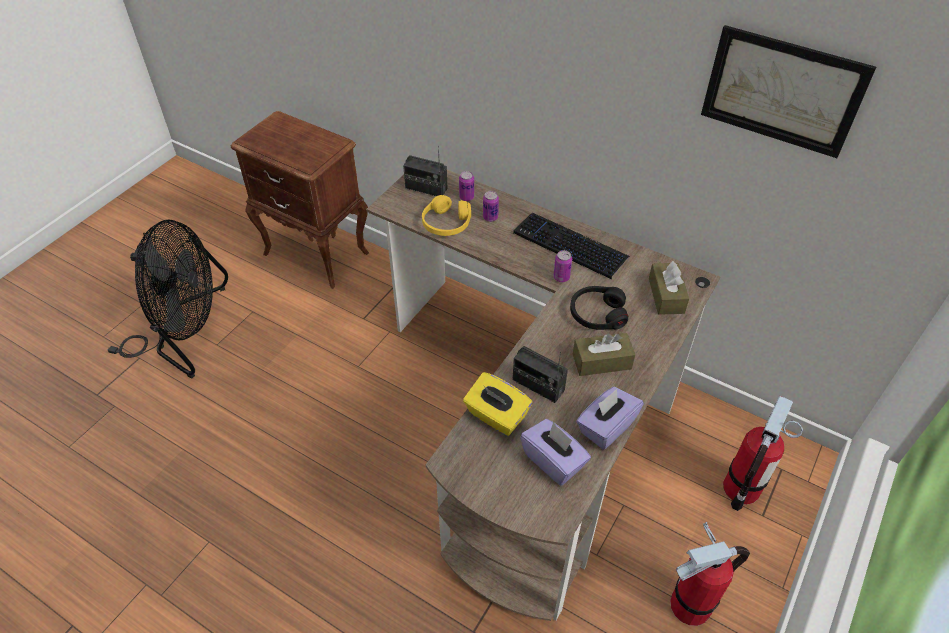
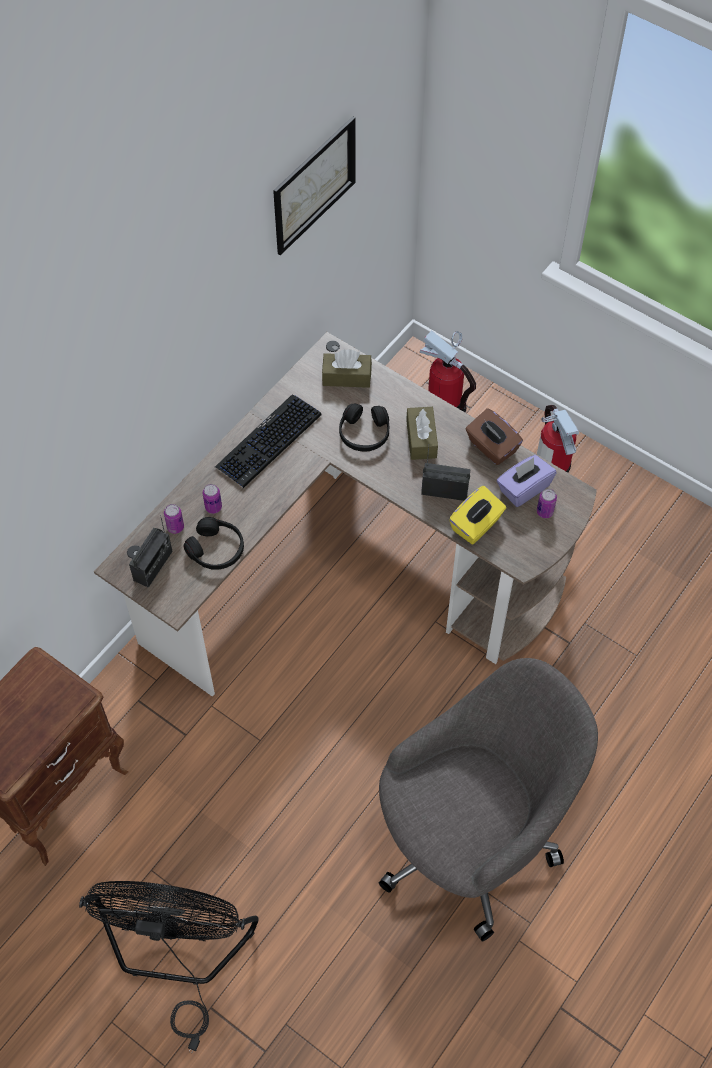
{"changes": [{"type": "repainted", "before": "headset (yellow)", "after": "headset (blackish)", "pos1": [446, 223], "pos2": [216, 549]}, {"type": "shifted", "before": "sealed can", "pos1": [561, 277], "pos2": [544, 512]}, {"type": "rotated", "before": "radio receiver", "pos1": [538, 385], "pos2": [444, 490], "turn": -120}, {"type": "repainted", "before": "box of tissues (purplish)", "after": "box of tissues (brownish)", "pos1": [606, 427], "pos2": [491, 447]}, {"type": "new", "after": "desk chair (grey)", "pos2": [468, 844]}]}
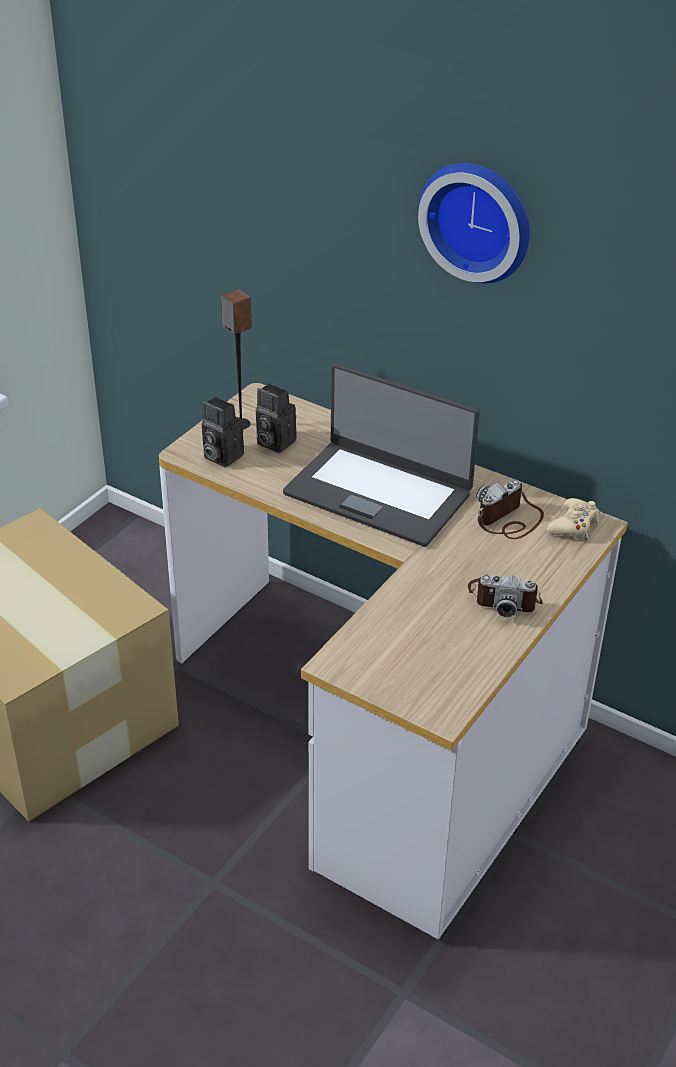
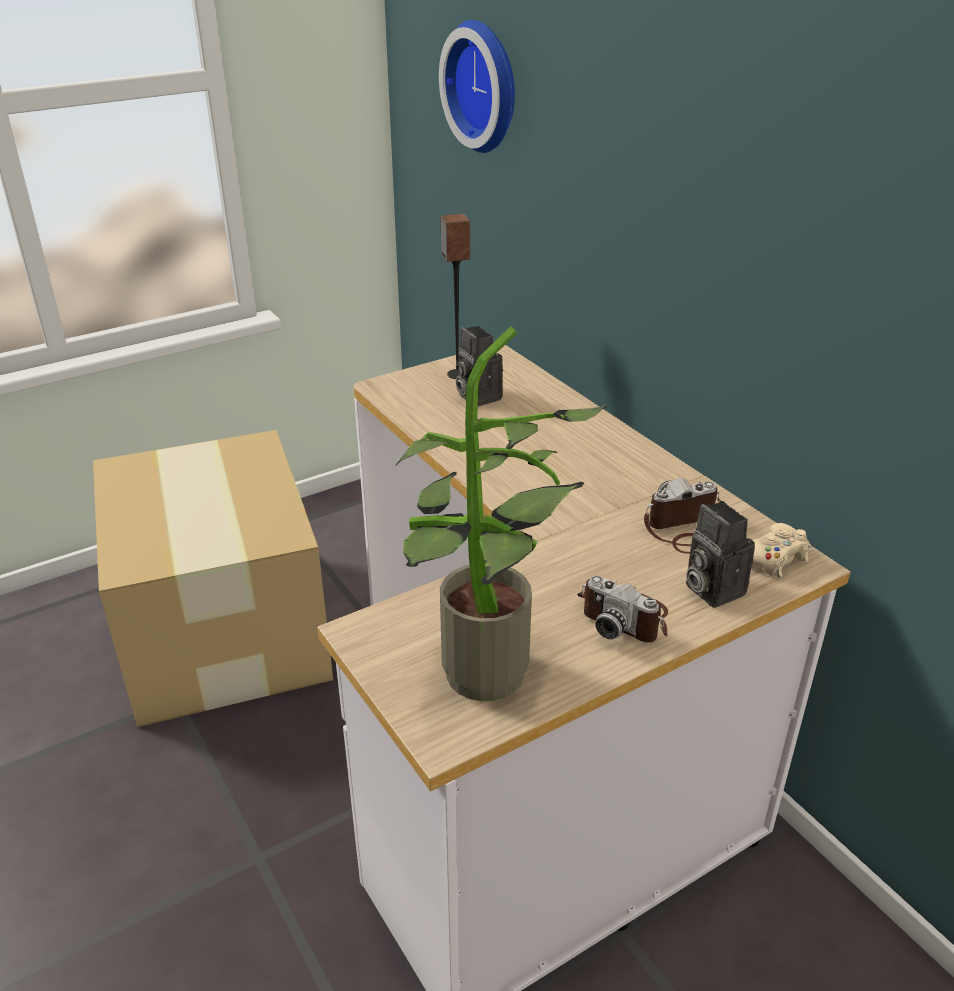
{"changes": [{"type": "shifted", "before": "wall clock", "pos1": [478, 219], "pos2": [486, 86]}, {"type": "gone", "before": "portable computer", "pos1": [379, 492]}, {"type": "shifted", "before": "still camera", "pos1": [220, 456], "pos2": [710, 588]}, {"type": "new", "after": "plant in a pot", "pos2": [484, 682]}]}
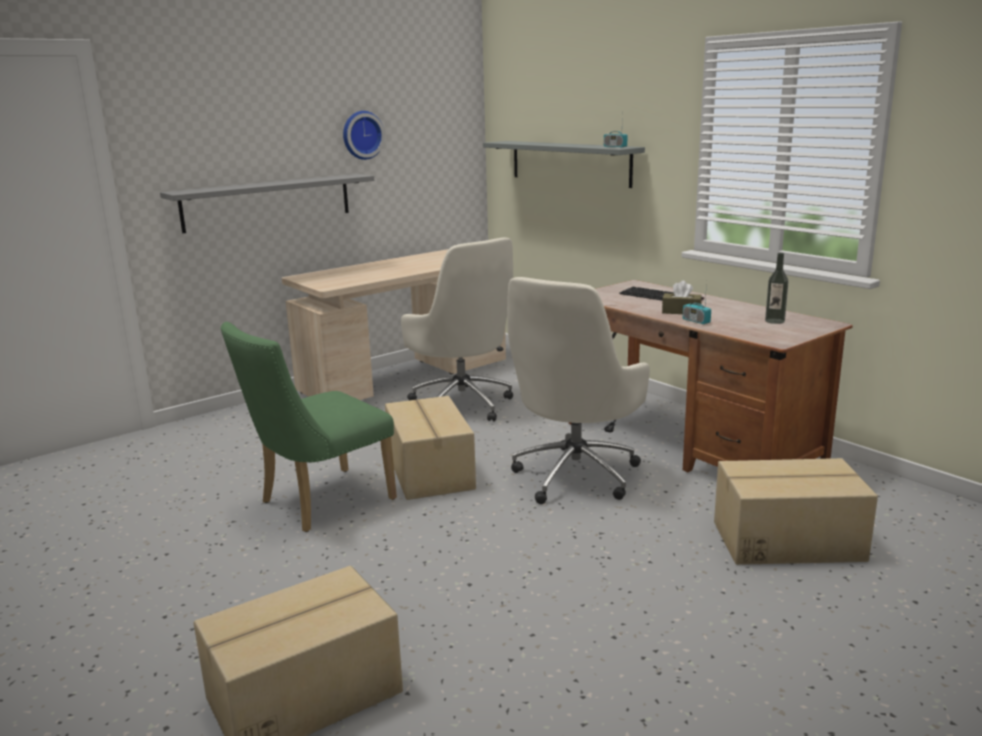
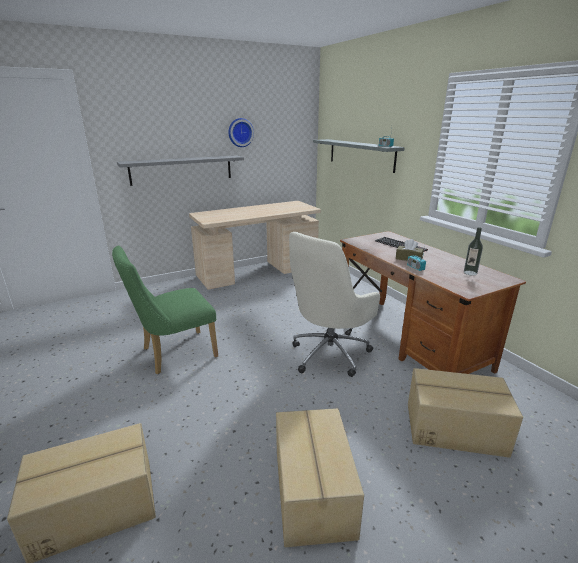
{"changes": [{"type": "gone", "before": "desk chair (beige-coloured)", "pos1": [462, 405]}, {"type": "shifted", "before": "carton", "pos1": [429, 472], "pos2": [312, 492]}]}
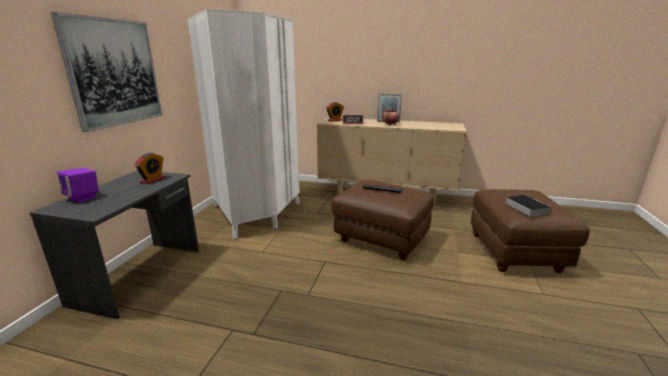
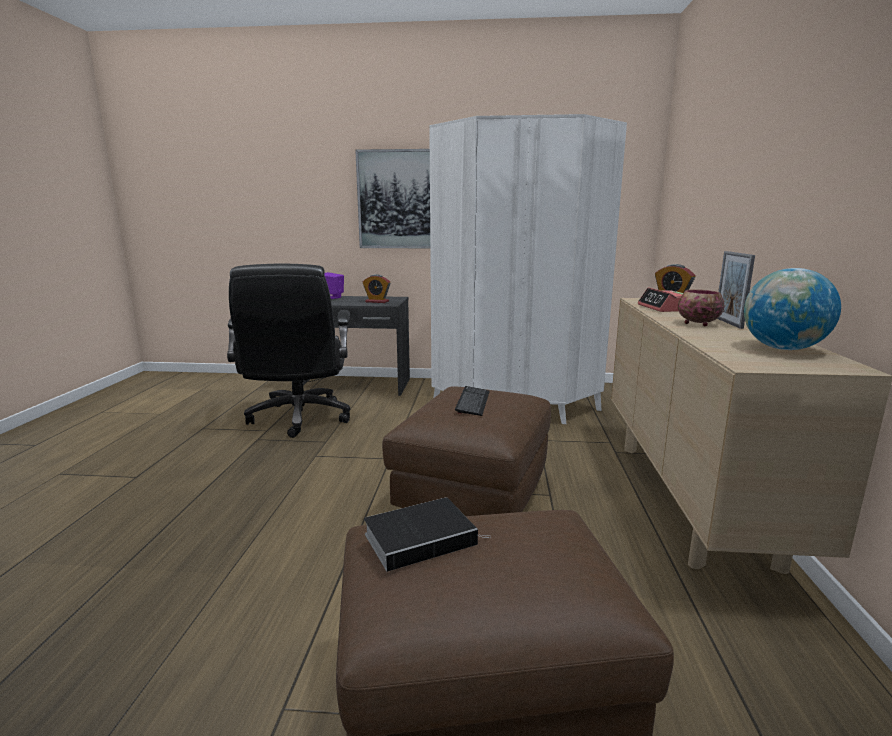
{"changes": [{"type": "new", "after": "desk chair (blackish)", "pos2": [297, 420]}, {"type": "new", "after": "world globe", "pos2": [783, 349]}]}
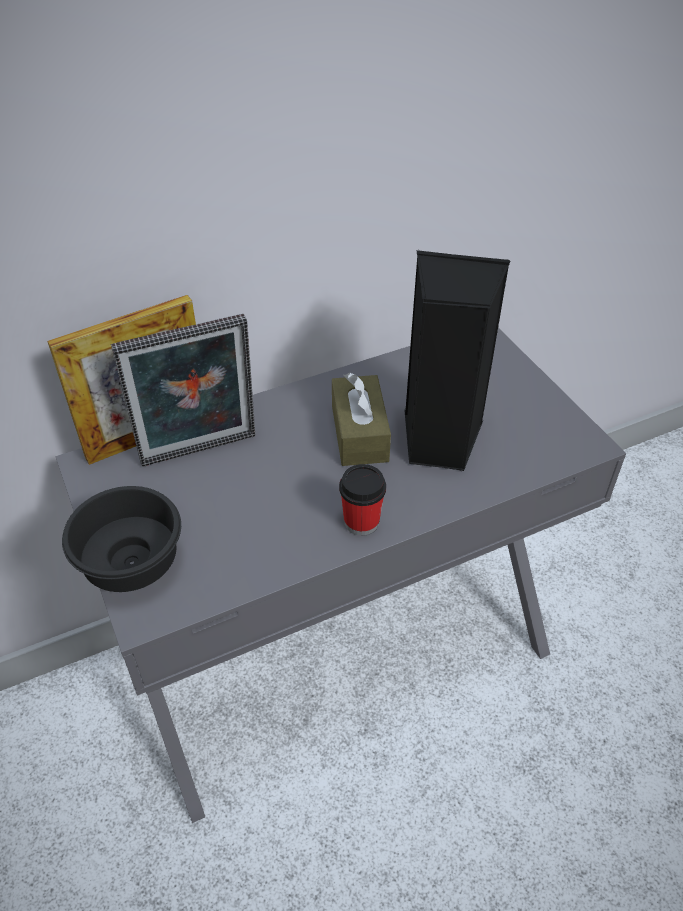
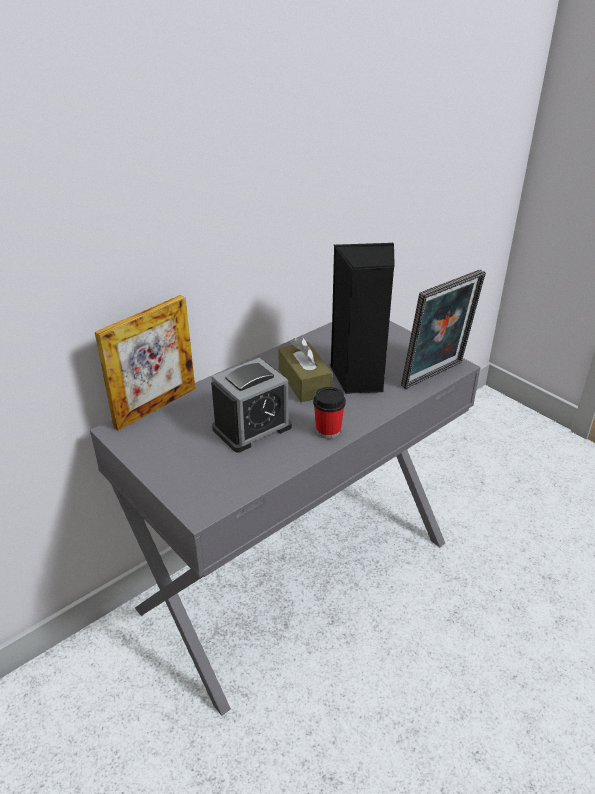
{"changes": [{"type": "shifted", "before": "picture frame", "pos1": [200, 453], "pos2": [435, 376]}, {"type": "gone", "before": "serving bowl (blackish)", "pos1": [131, 566]}, {"type": "new", "after": "alarm clock", "pos2": [252, 428]}]}
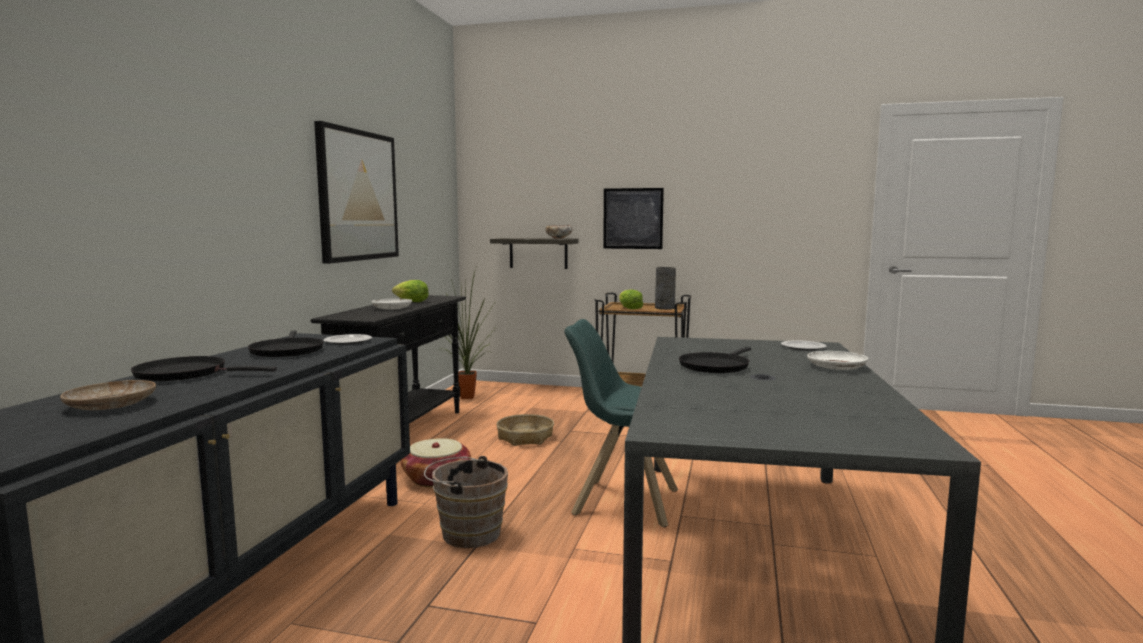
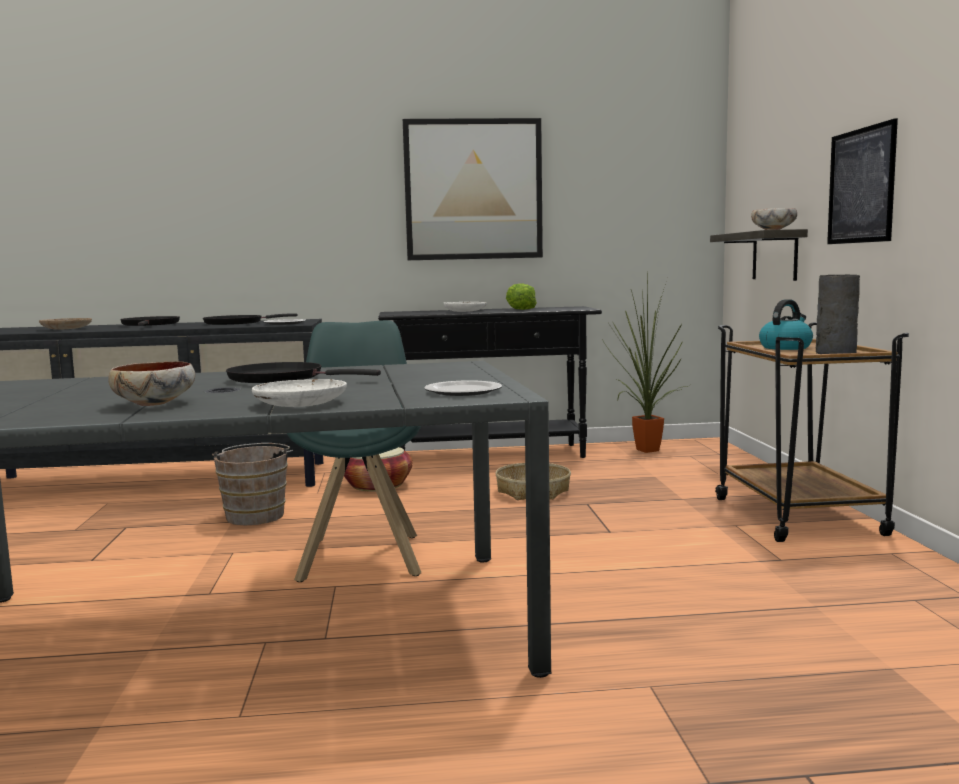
{"changes": [{"type": "swapped", "before": "lettuce head", "after": "kettle", "pos1": [629, 308], "pos2": [785, 347]}, {"type": "new", "after": "serving bowl", "pos2": [155, 403]}]}
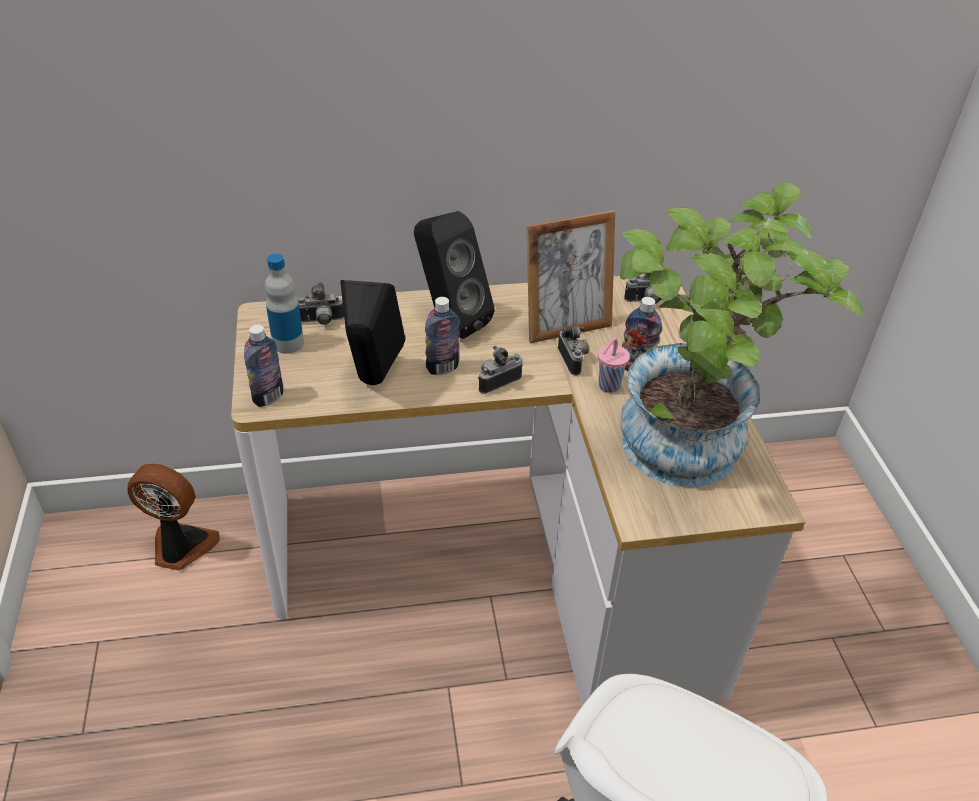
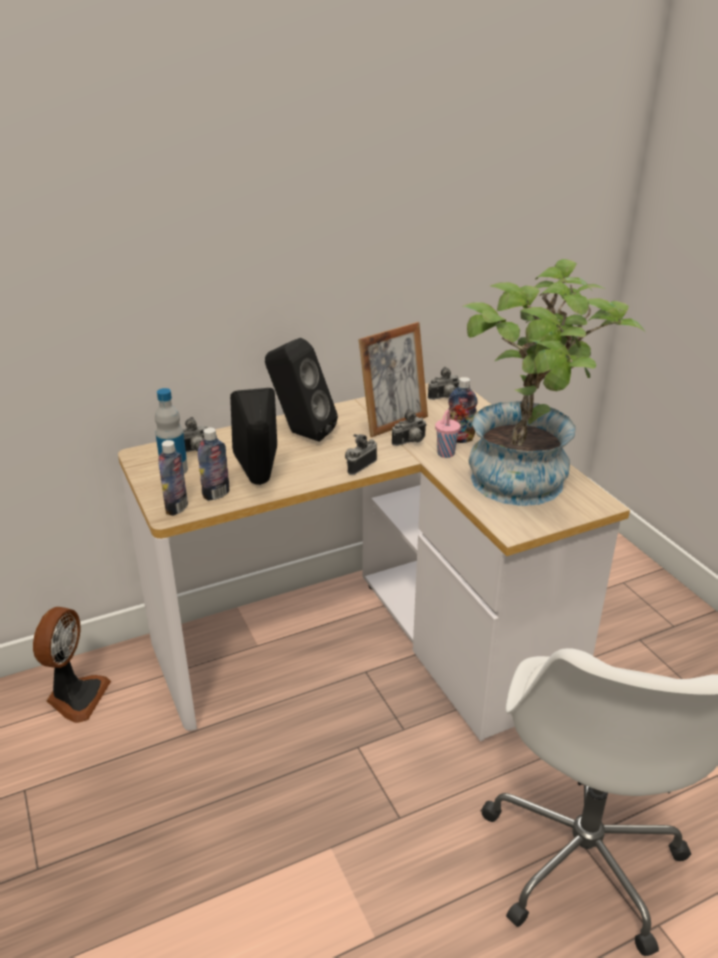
{"changes": [{"type": "shifted", "before": "drink bottle", "pos1": [442, 368], "pos2": [216, 494]}, {"type": "rotated", "before": "still camera", "pos1": [574, 360], "pos2": [410, 442], "turn": 90}, {"type": "rotated", "before": "cooling fan", "pos1": [180, 547], "pos2": [76, 696], "turn": 105}]}
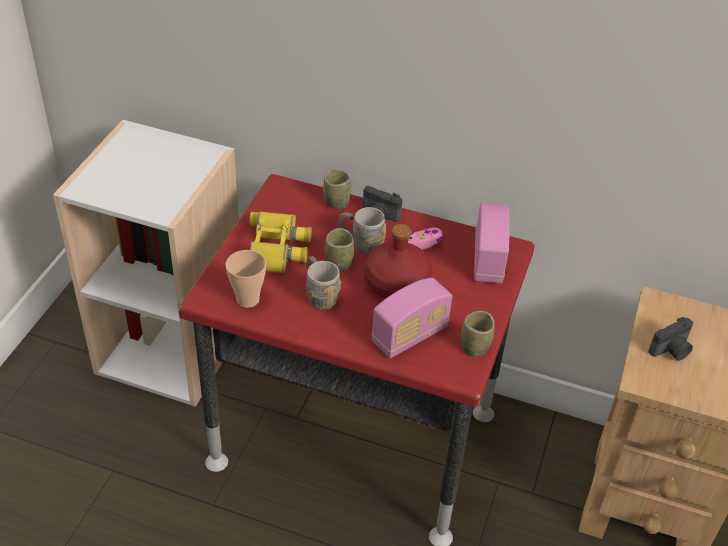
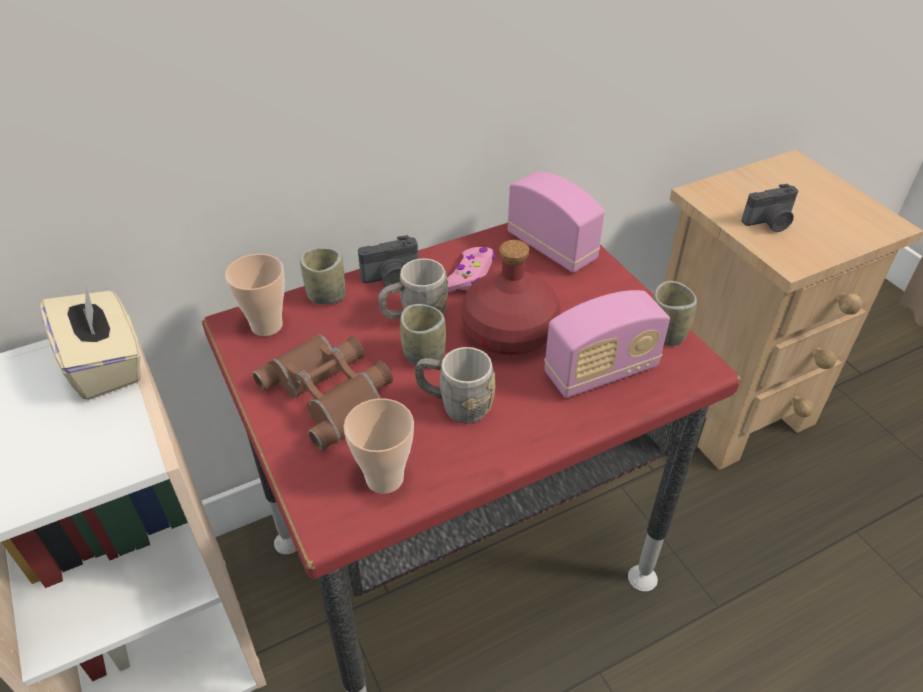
{"changes": [{"type": "repainted", "before": "binoculars (yellow)", "after": "binoculars (brownish)", "pos1": [277, 248], "pos2": [332, 392]}, {"type": "rotated", "before": "radio receiver", "pos1": [410, 336], "pos2": [601, 371], "turn": 60}, {"type": "rotated", "before": "still camera", "pos1": [671, 350], "pos2": [769, 223], "turn": 60}, {"type": "new", "after": "small cup", "pos2": [266, 325]}, {"type": "new", "after": "box of tissues (beige-coloured)", "pos2": [105, 364]}]}
